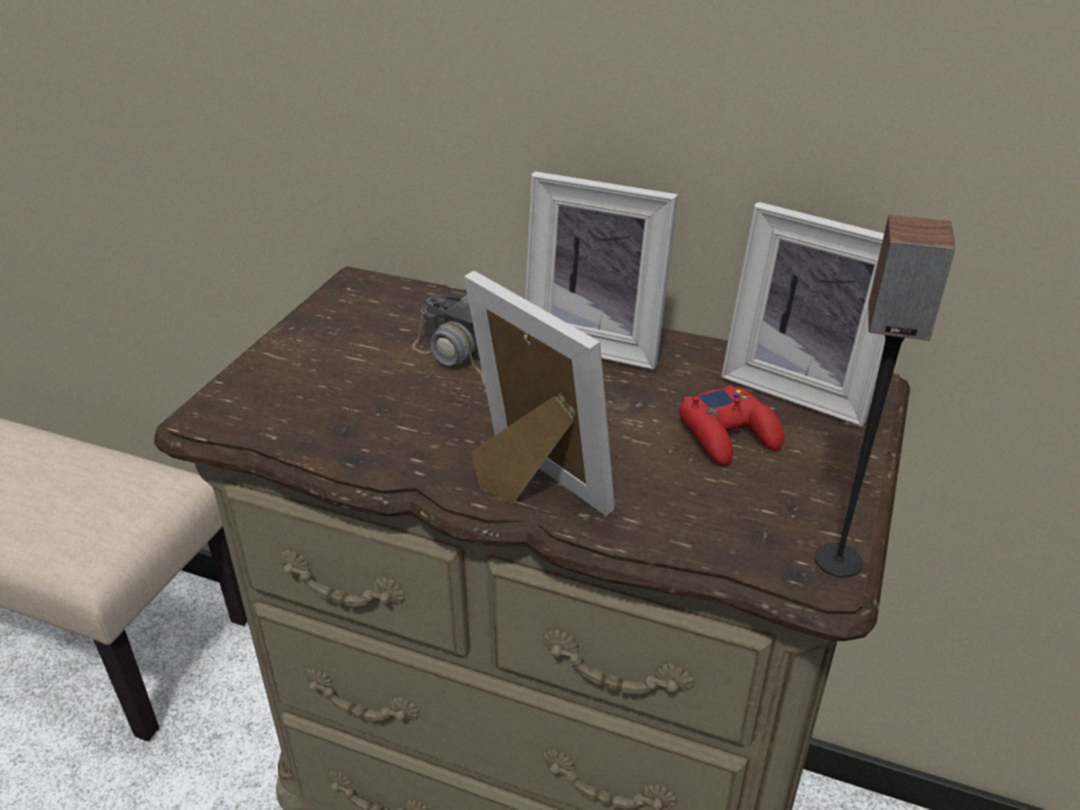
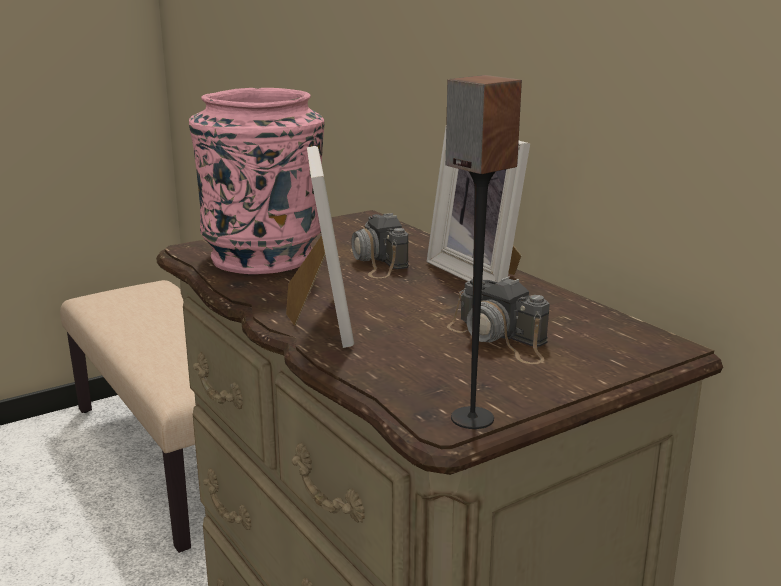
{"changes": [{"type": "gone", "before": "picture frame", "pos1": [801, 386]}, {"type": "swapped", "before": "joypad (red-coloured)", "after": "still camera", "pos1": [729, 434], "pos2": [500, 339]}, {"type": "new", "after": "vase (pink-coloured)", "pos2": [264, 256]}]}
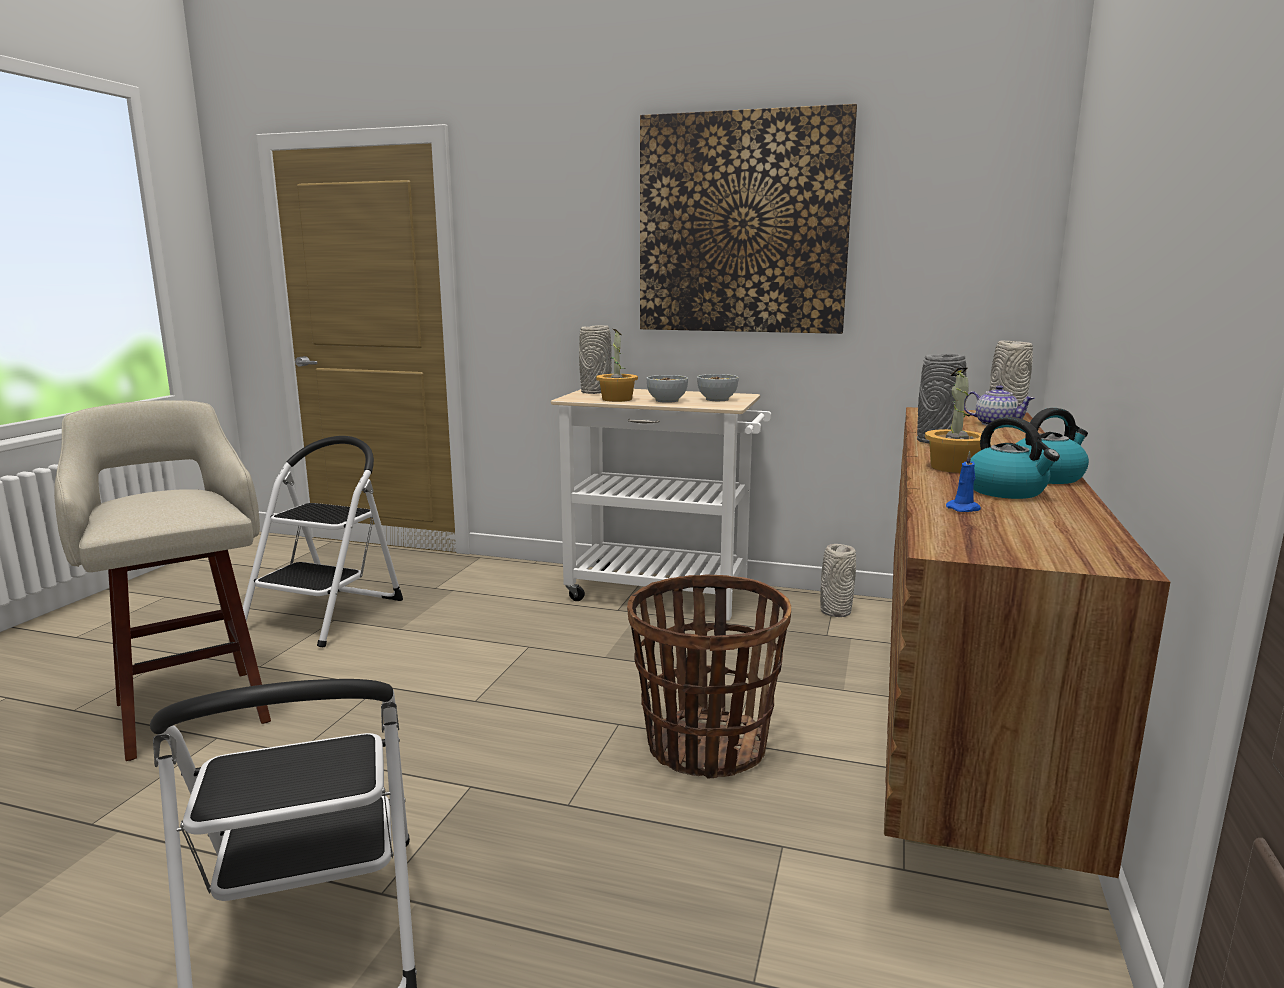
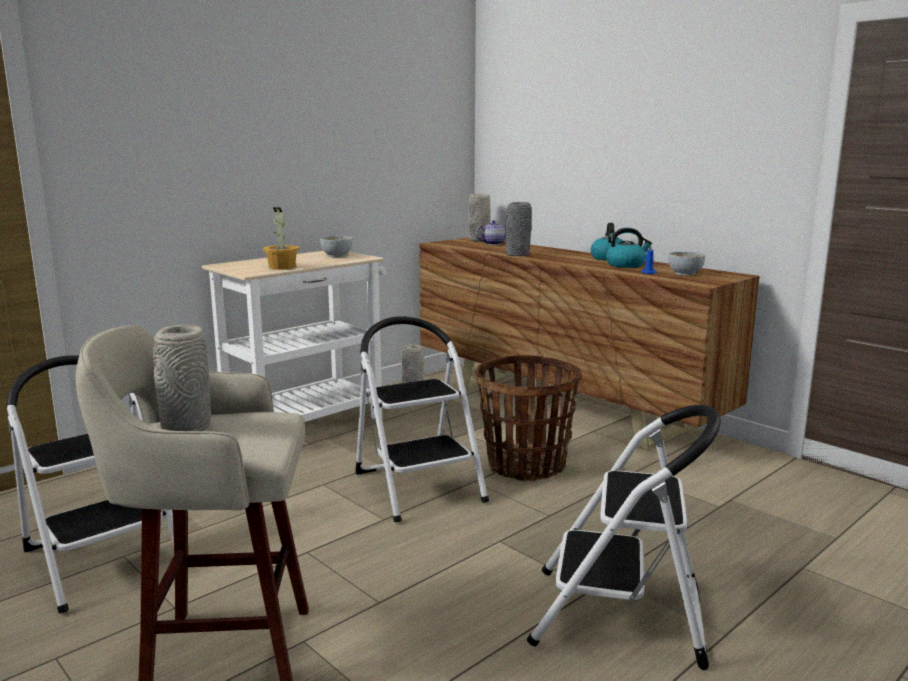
{"changes": [{"type": "gone", "before": "wall picture", "pos1": [742, 224]}, {"type": "shifted", "before": "vase (grey)", "pos1": [595, 392], "pos2": [185, 428]}, {"type": "gone", "before": "plant in a pot", "pos1": [954, 468]}, {"type": "shifted", "before": "serving bowl", "pos1": [667, 400], "pos2": [685, 273]}, {"type": "new", "after": "step ladder", "pos2": [417, 485]}]}
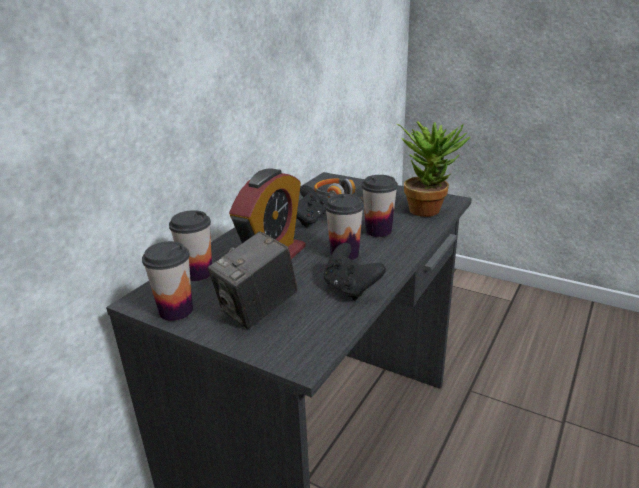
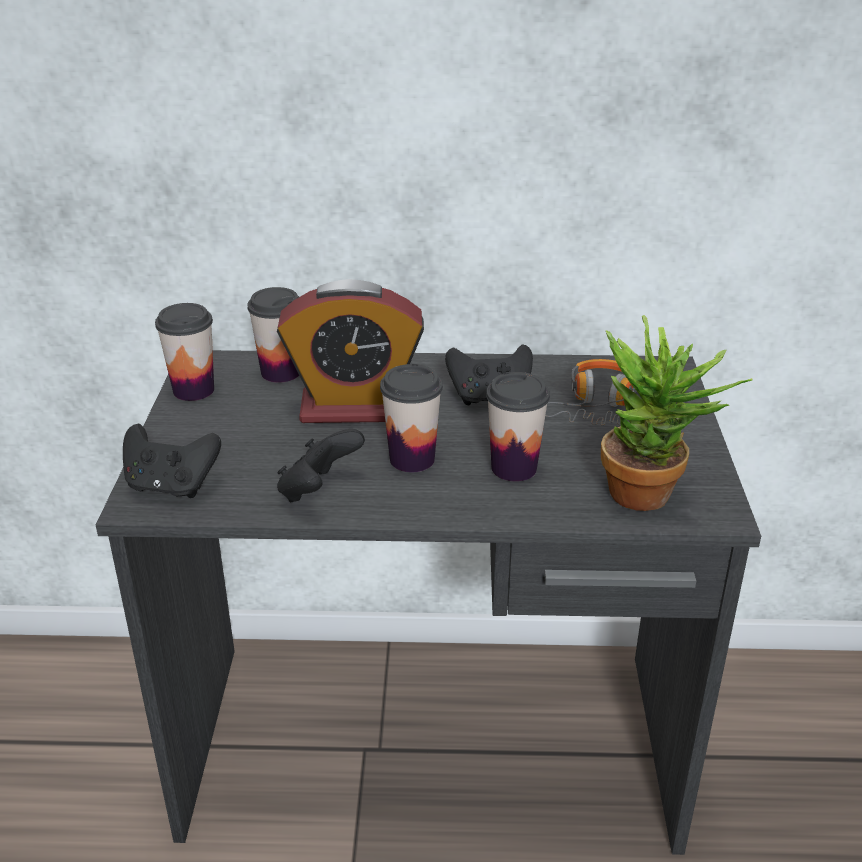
{"changes": [{"type": "gone", "before": "still camera", "pos1": [258, 310]}, {"type": "new", "after": "joypad (blackish)", "pos2": [171, 486]}]}
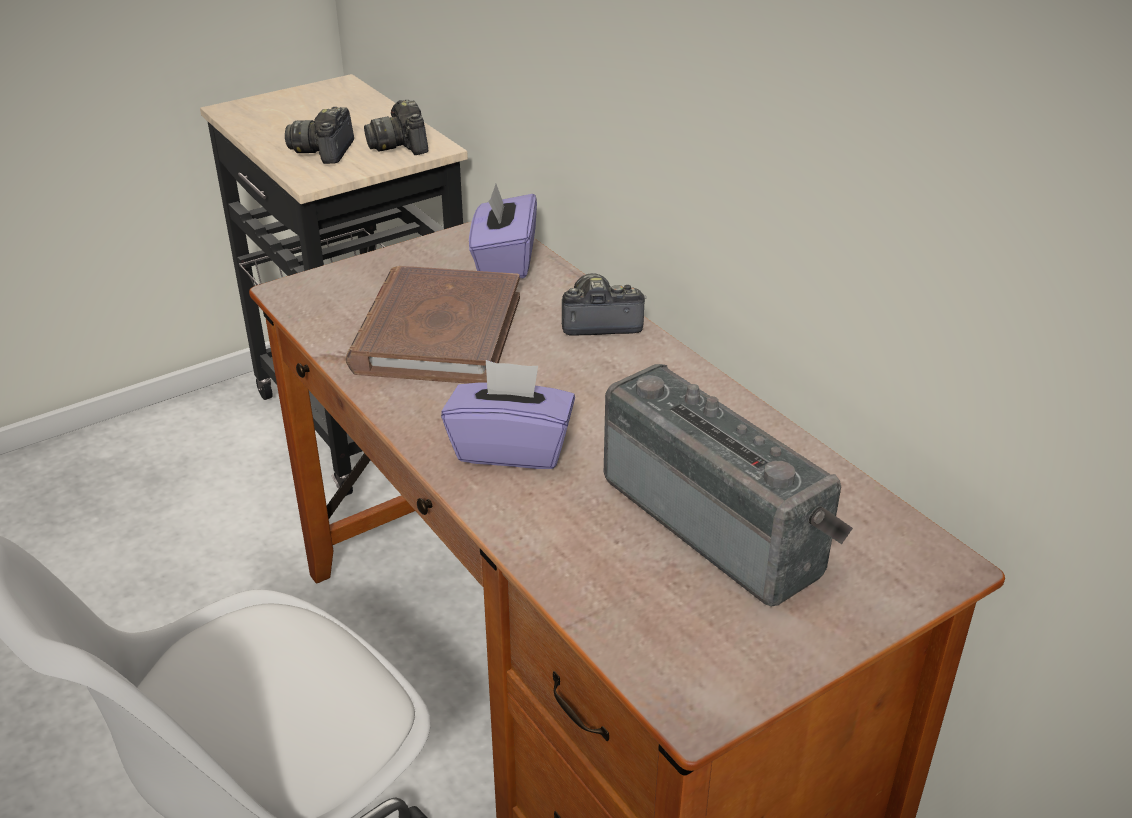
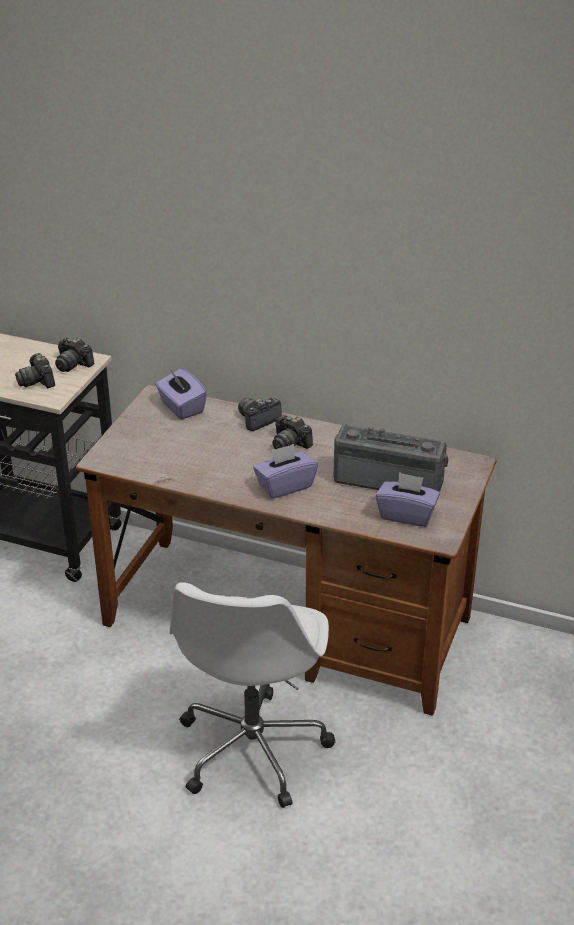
{"changes": [{"type": "gone", "before": "bound book (brownish)", "pos1": [437, 333]}, {"type": "new", "after": "still camera", "pos2": [290, 443]}, {"type": "new", "after": "box of tissues (purplish)", "pos2": [406, 515]}]}
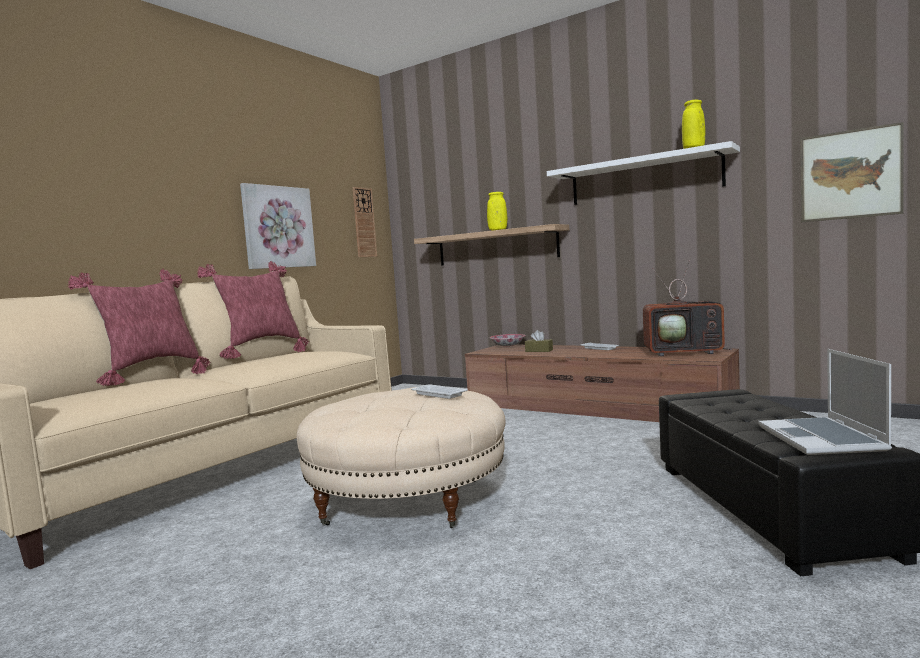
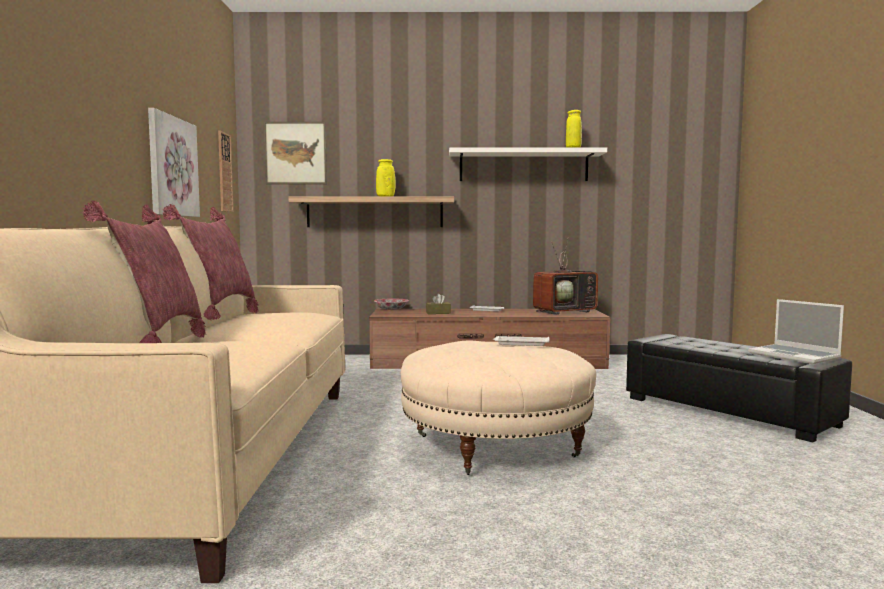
{"changes": [{"type": "shifted", "before": "wall picture", "pos1": [850, 174], "pos2": [295, 153]}]}
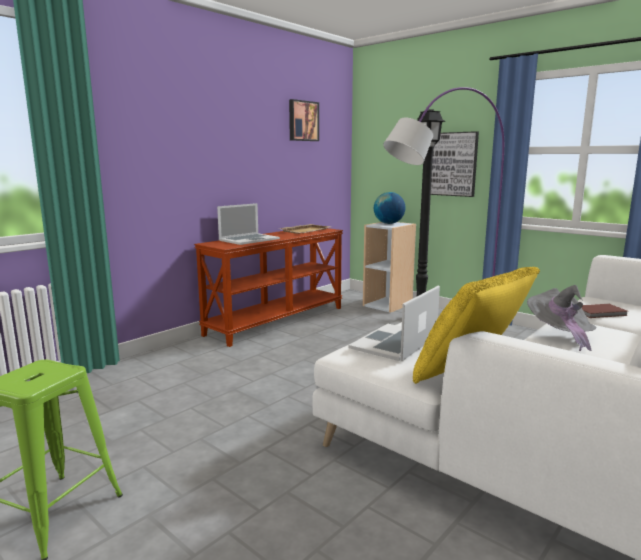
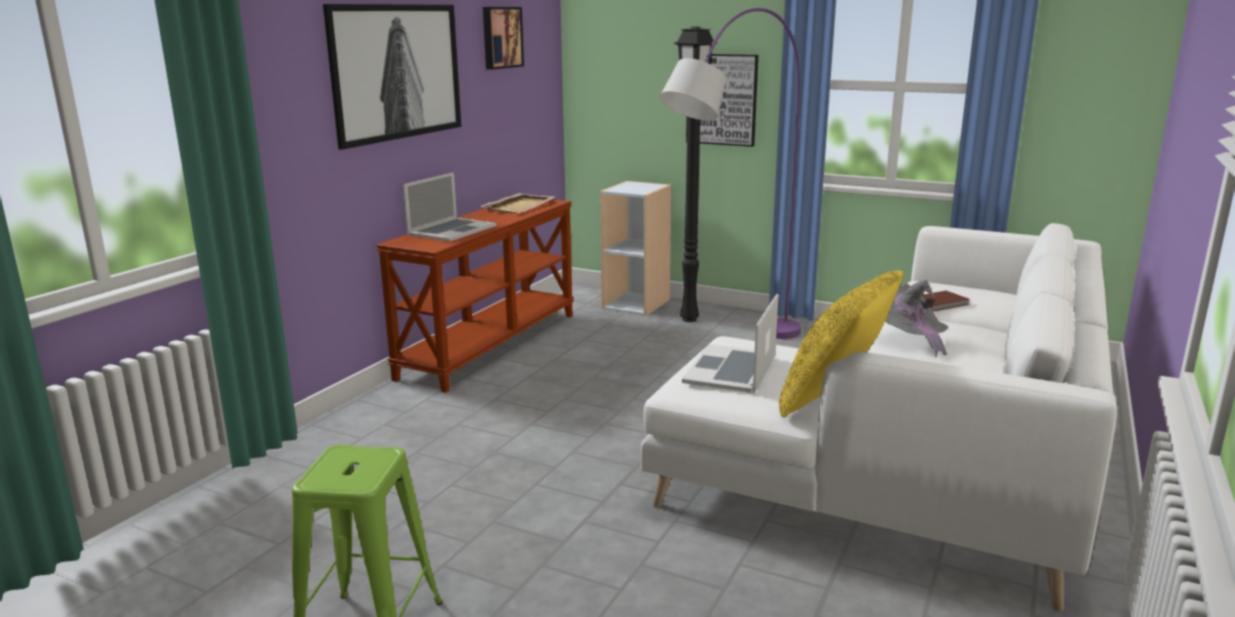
{"changes": [{"type": "gone", "before": "world globe", "pos1": [388, 223]}, {"type": "new", "after": "wall picture", "pos2": [397, 72]}]}
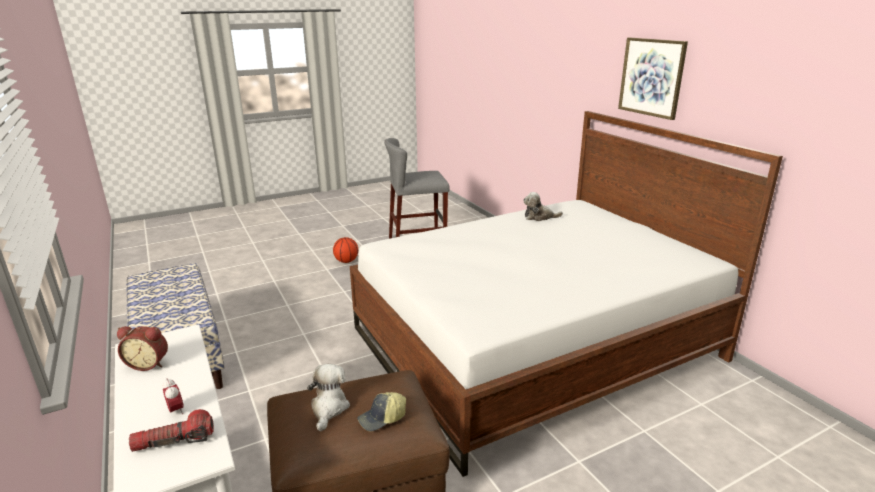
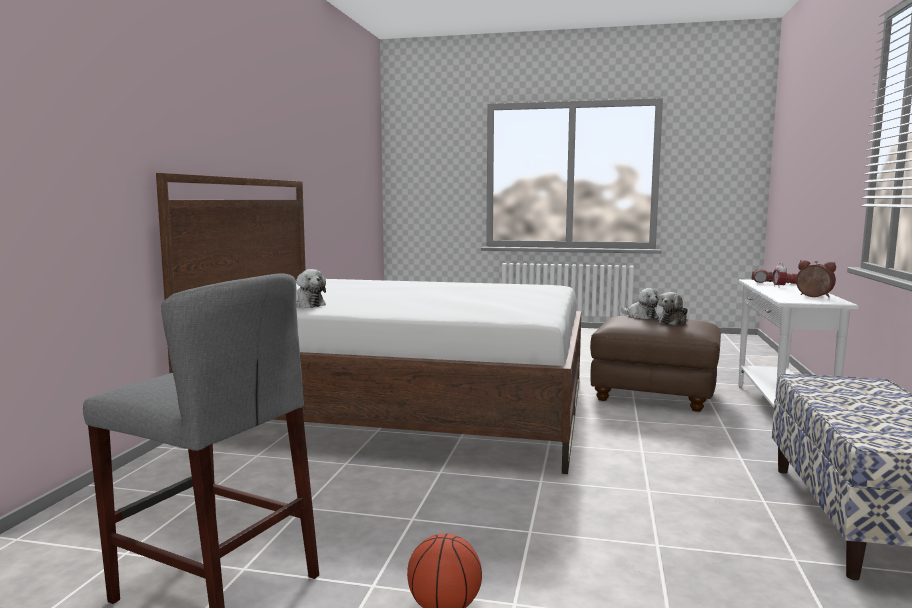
{"changes": [{"type": "gone", "before": "wall picture", "pos1": [651, 77]}, {"type": "swapped", "before": "peaked cap", "after": "cuddly toy", "pos1": [382, 418], "pos2": [640, 316]}]}
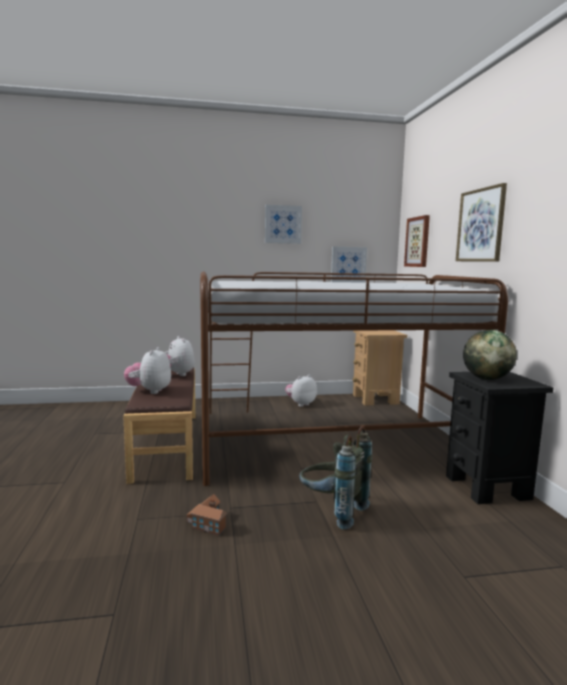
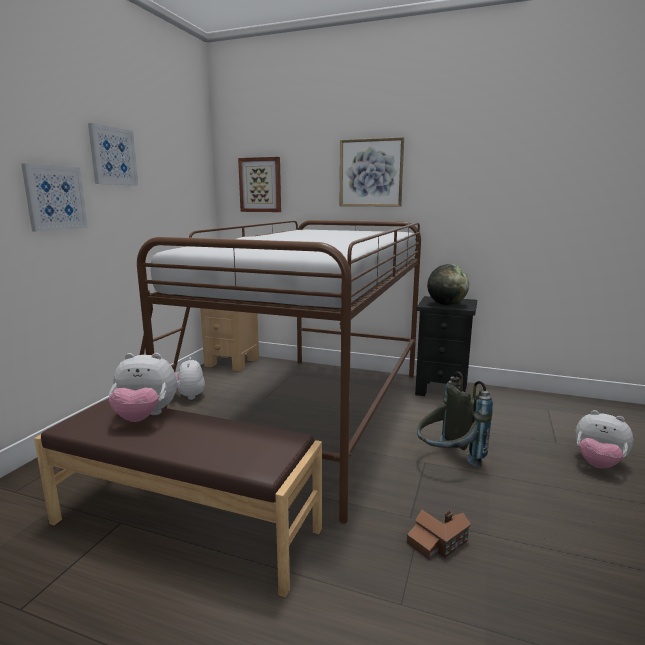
{"changes": [{"type": "shifted", "before": "wall picture", "pos1": [348, 264], "pos2": [55, 198]}, {"type": "shifted", "before": "cuddly toy", "pos1": [149, 391], "pos2": [598, 464]}]}
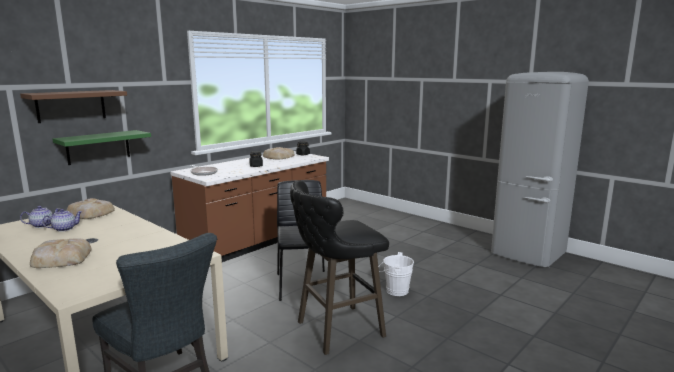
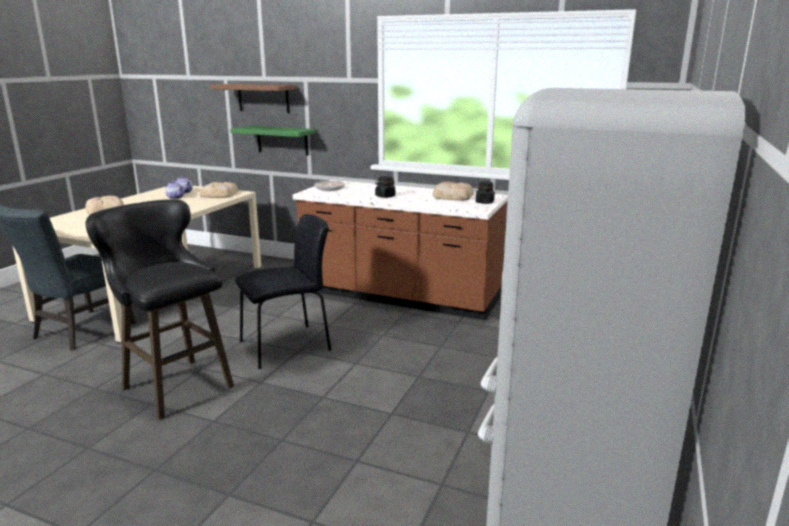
{"changes": [{"type": "gone", "before": "water bucket (whitish)", "pos1": [394, 290]}]}
